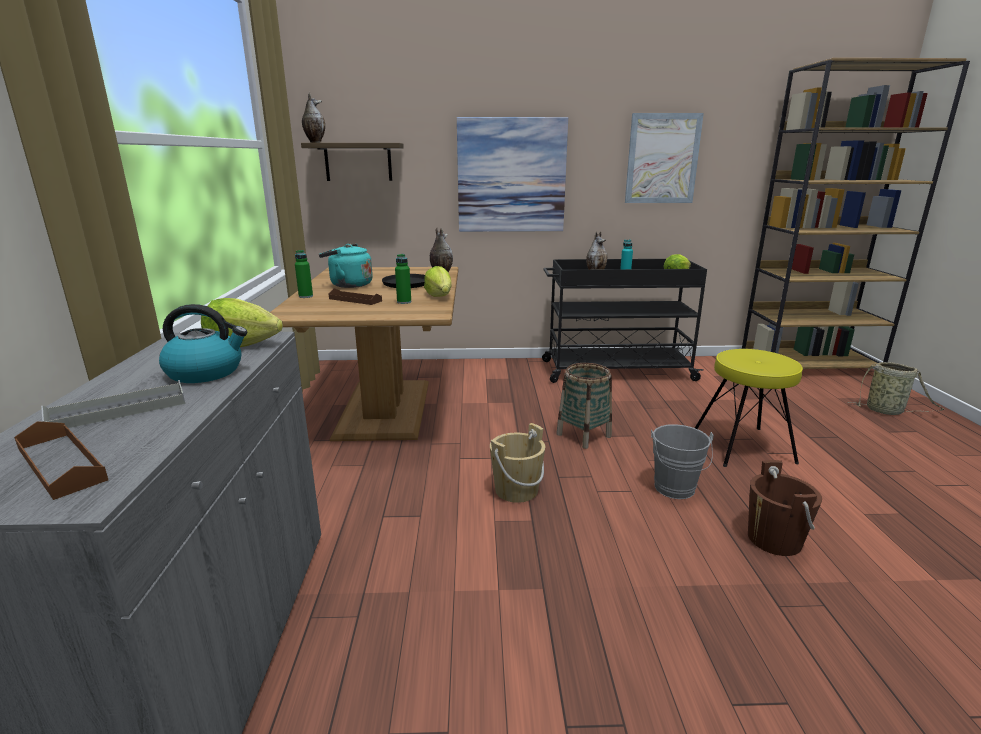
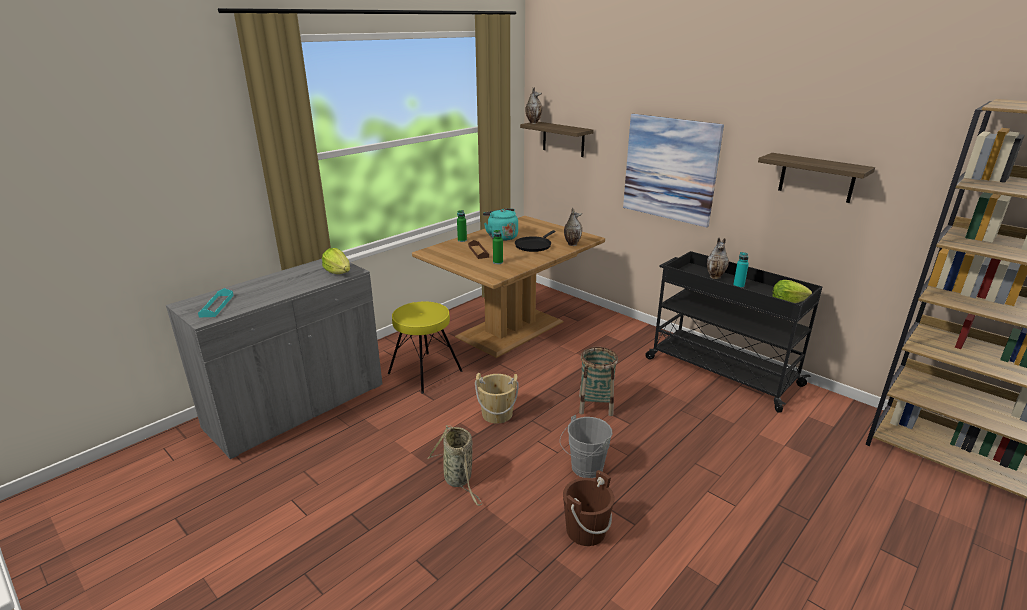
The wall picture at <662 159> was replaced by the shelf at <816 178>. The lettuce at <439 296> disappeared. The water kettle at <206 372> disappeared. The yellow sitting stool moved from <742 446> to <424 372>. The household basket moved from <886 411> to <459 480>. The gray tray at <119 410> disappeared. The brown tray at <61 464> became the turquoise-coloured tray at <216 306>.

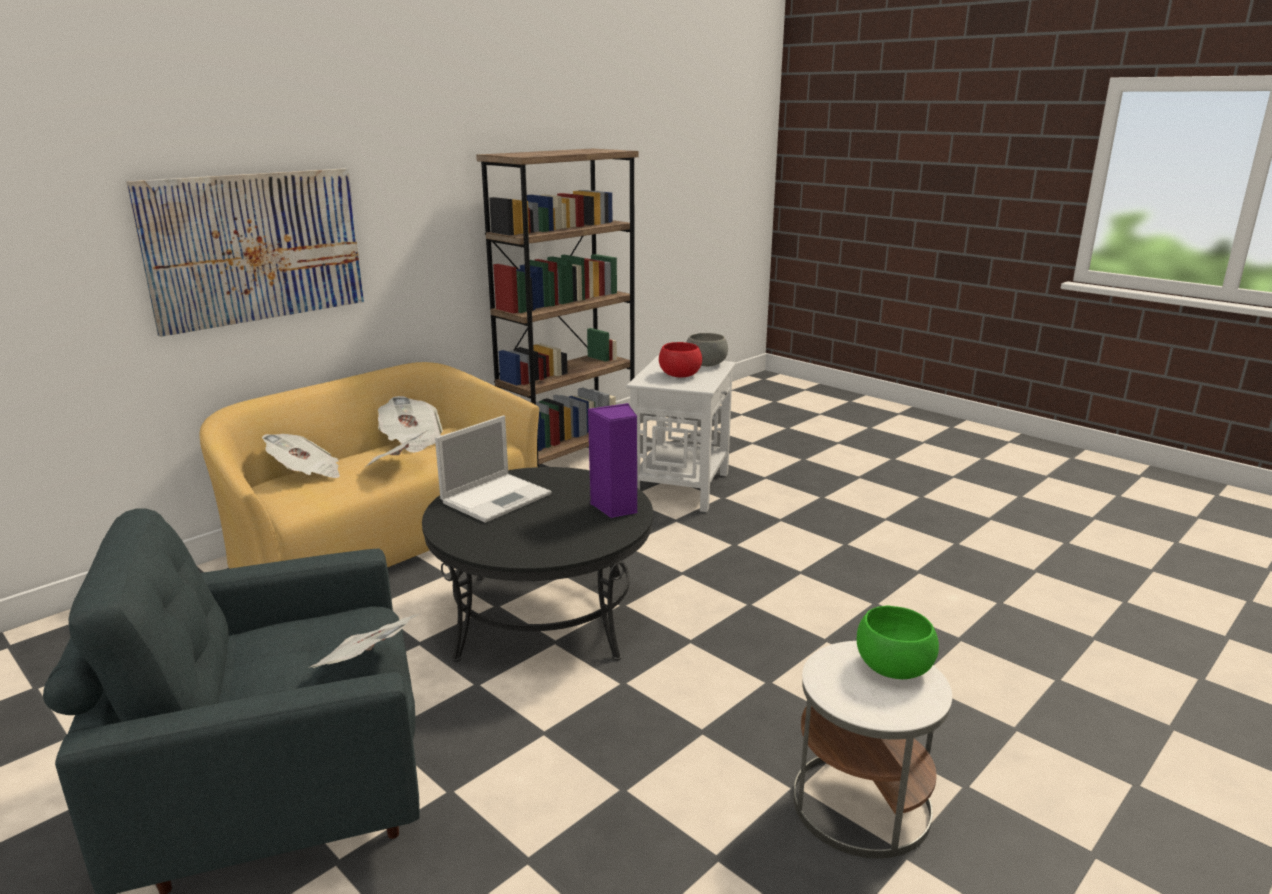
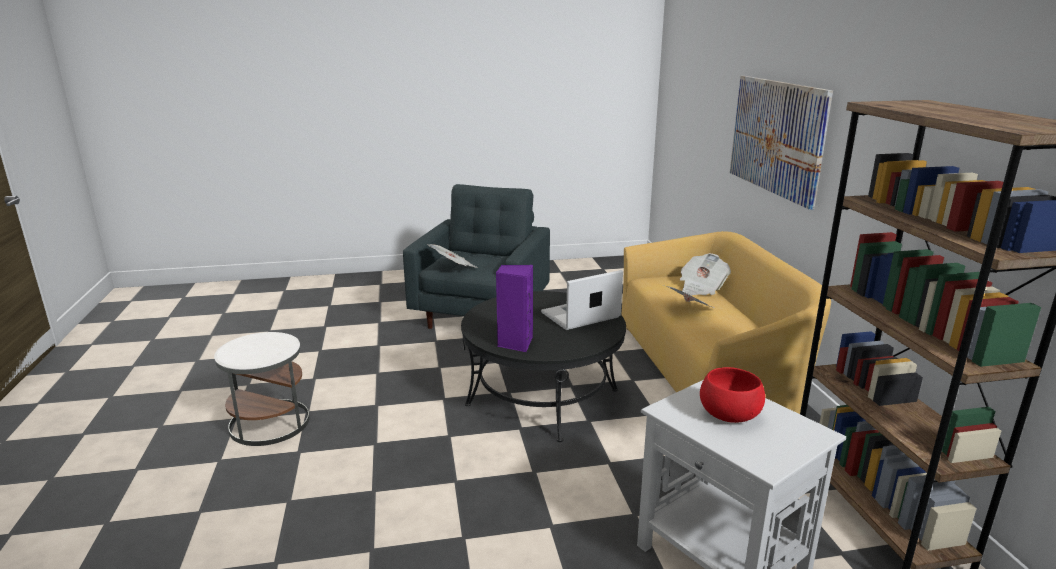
The gray deep dish at <706 364> disappeared. The newspaper at <412 441> disappeared. The laptop at <497 497> turned 75 degrees clockwise. The greenish deep dish at <894 667> disappeared.

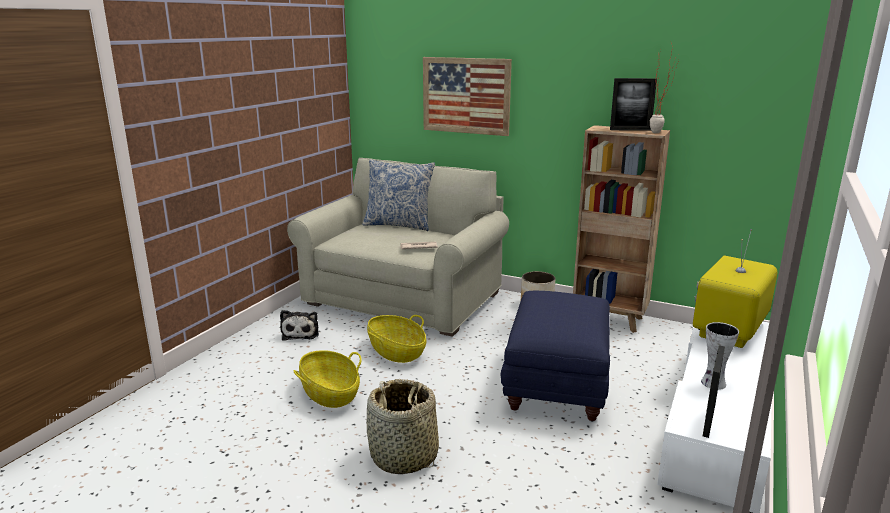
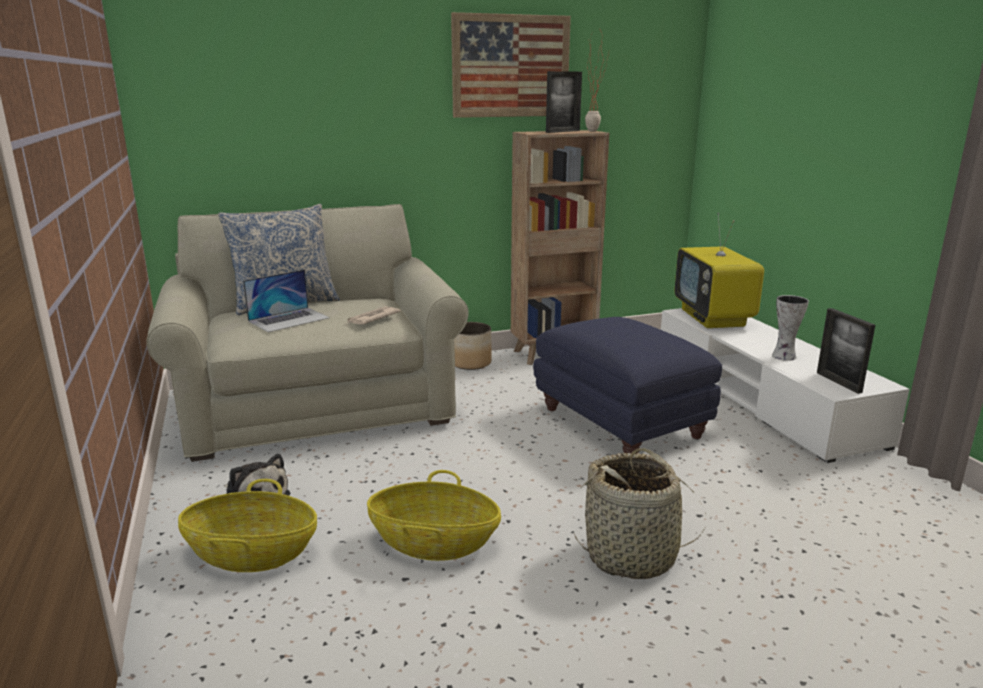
The wall picture moved from <466 95> to <511 66>. The household basket moved from <396 352> to <252 554>. The laptop at <289 319> appeared.

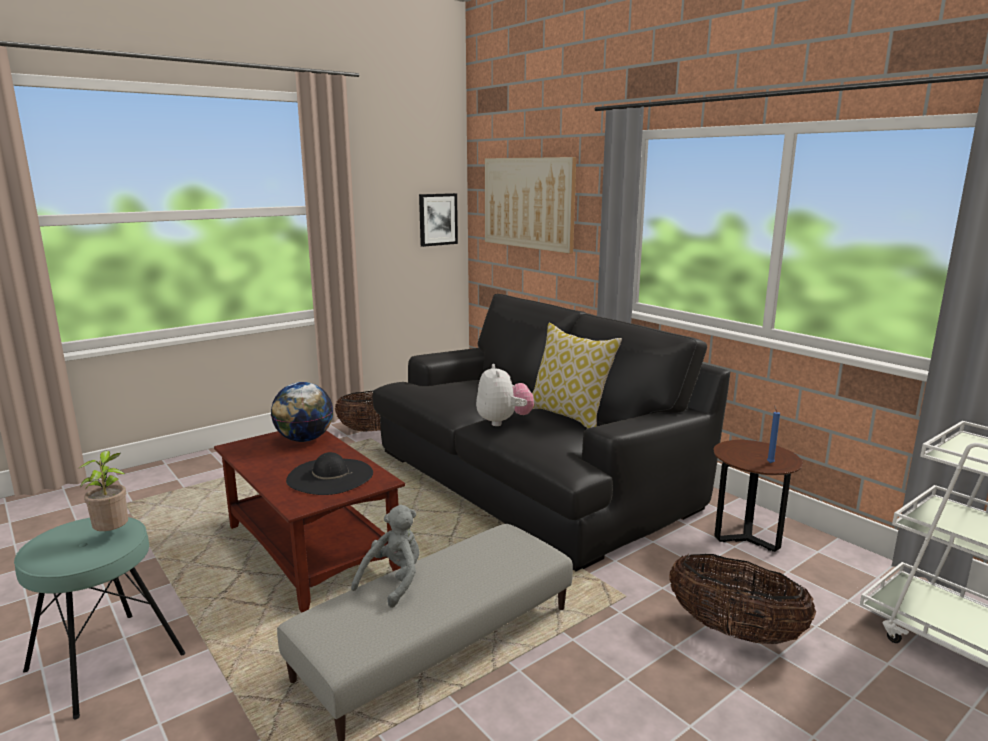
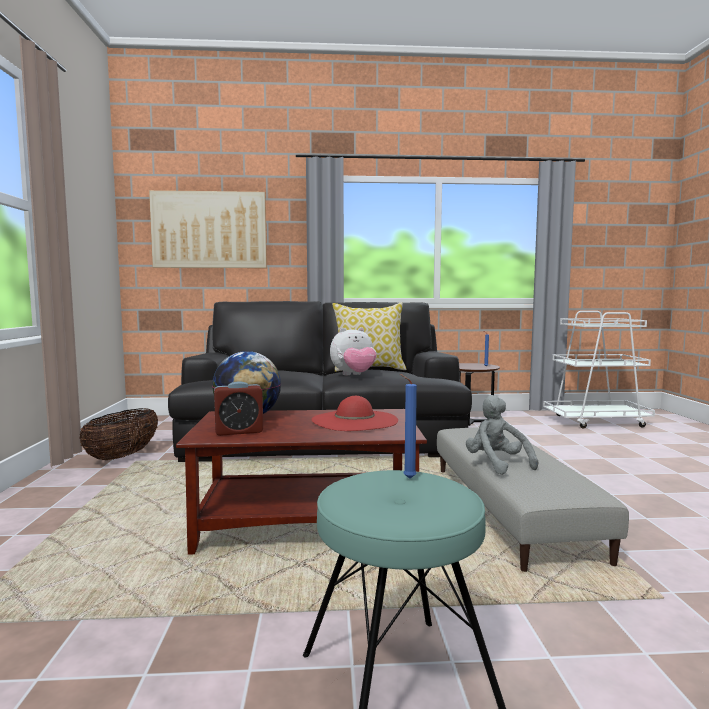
The wall picture at <437 219> disappeared. The soft toy at <503 422> turned 135 degrees clockwise. The houseplant at <114 534> was replaced by the blue wax light at <407 478>. The blackish hat at <330 476> became the reddish hat at <354 420>. The household basket at <734 631> disappeared. The bedside clock at <239 431> appeared.

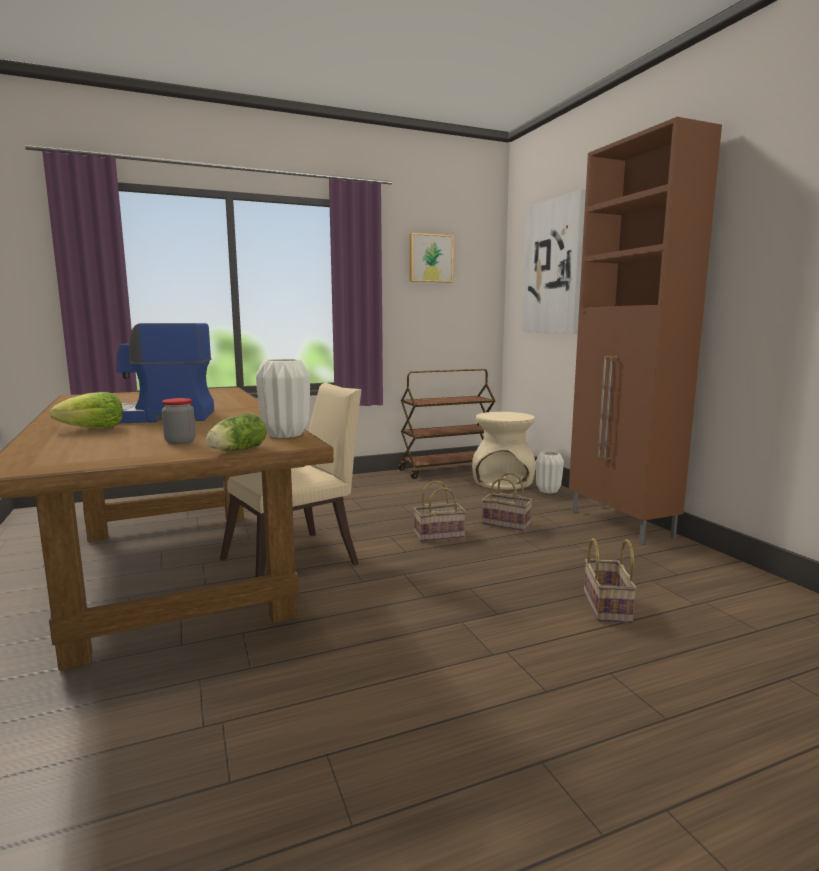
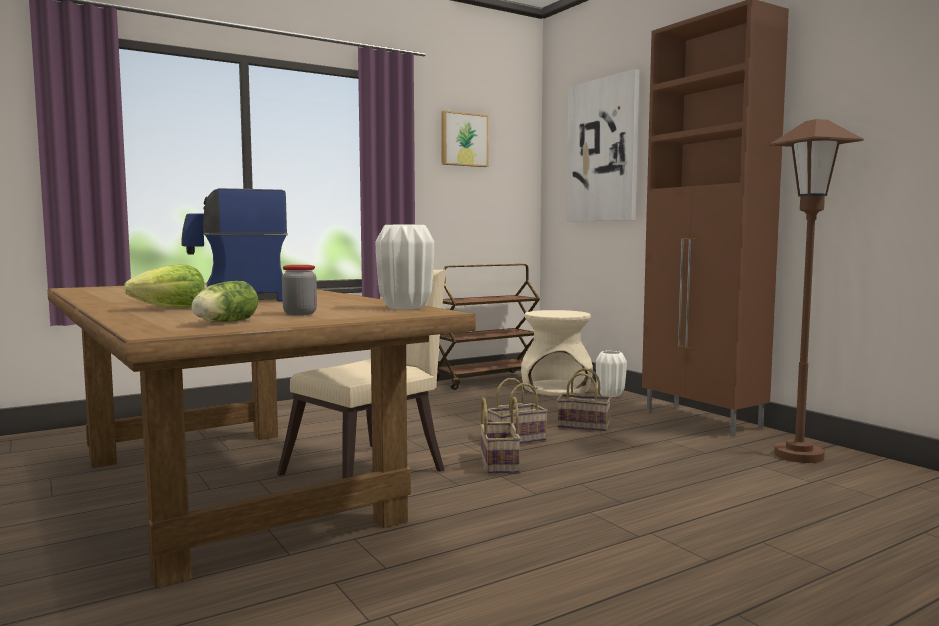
The lettuce moved from <235 450> to <223 322>. The household basket moved from <605 606> to <497 463>. The brown floor lamp at <799 455> appeared.

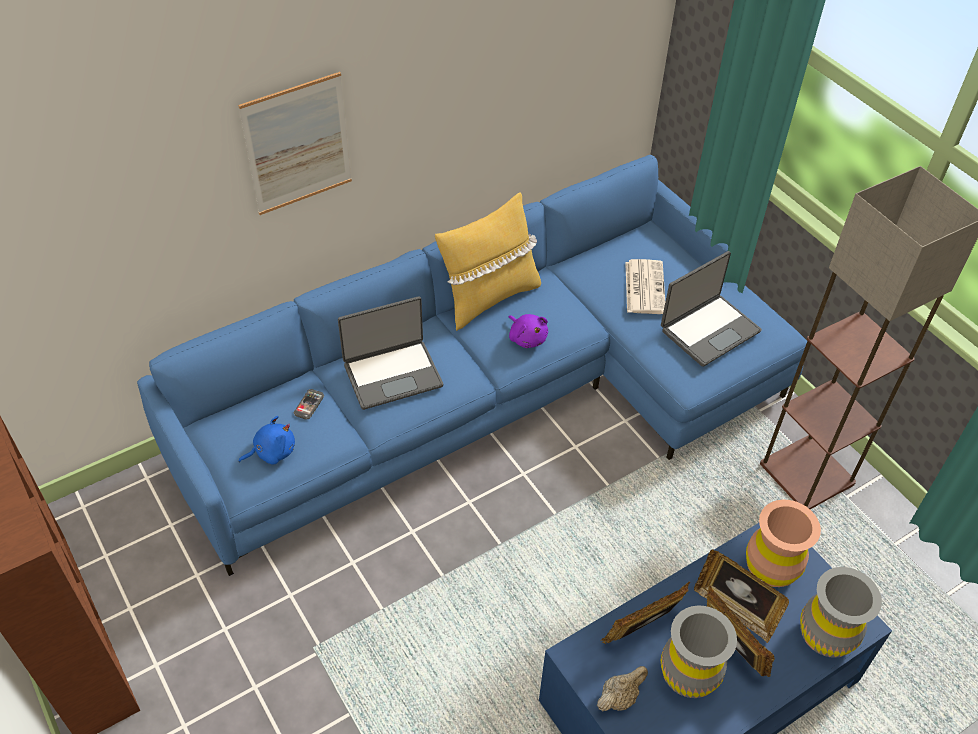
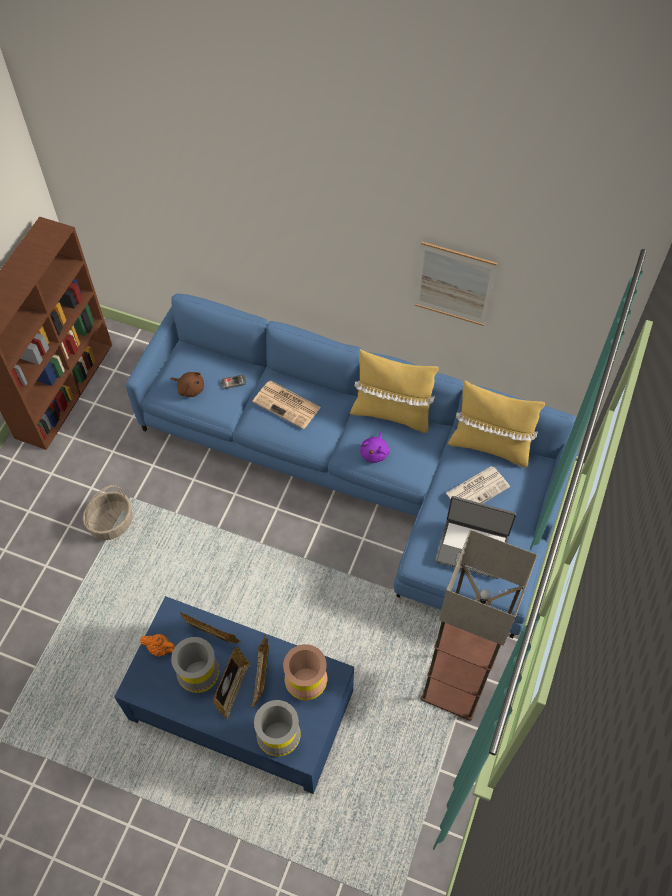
The wall picture moved from <298 144> to <454 284>. The laptop at <392 374> was replaced by the newspaper at <287 405>. The blue soft toy at <272 451> became the brown soft toy at <190 388>. The sand-coloured pot for tea at <619 697> became the orangey pot for tea at <161 648>. The yellow throw pillow at <490 445> appeared. The household basket at <111 522> appeared.

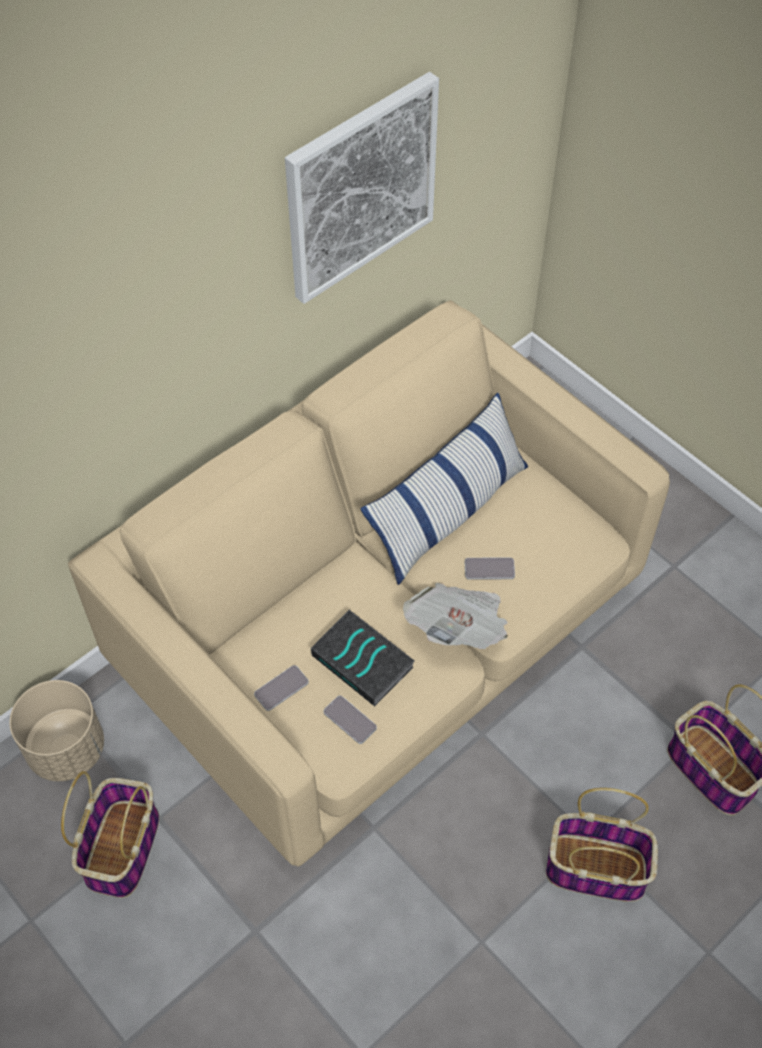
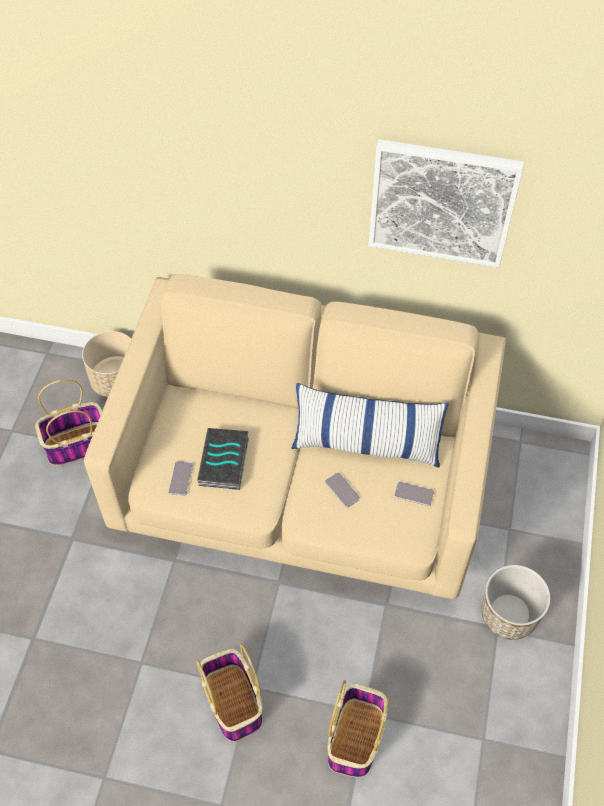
The newspaper at <458 628> disappeared. The telephone moved from <281 688> to <414 494>. The plant pot at <508 615> appeared.

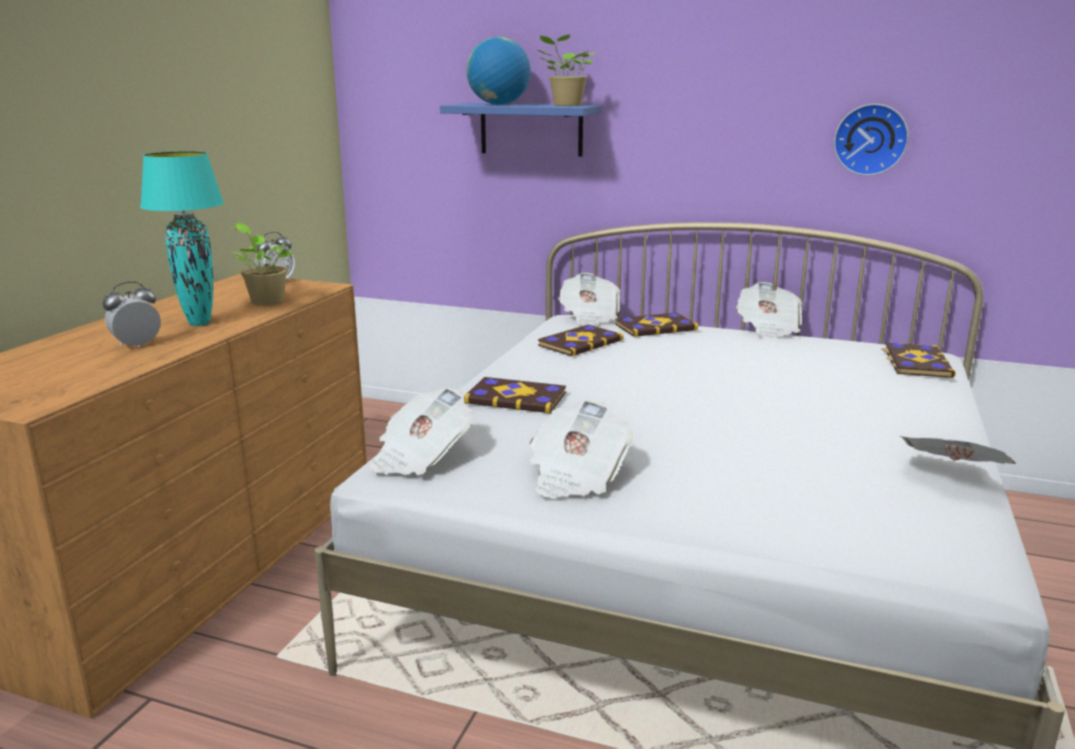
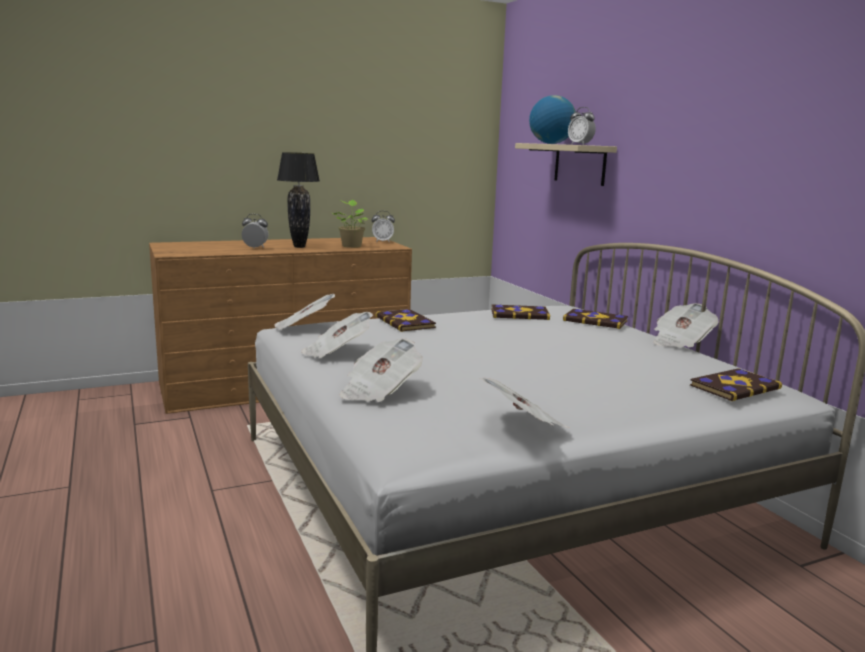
The houseplant at <565 105> was replaced by the bedside clock at <580 144>. The blue shelf at <531 129> became the sand-coloured shelf at <580 164>. The wall clock at <870 139> disappeared. The turquoise-coloured lamp for a table at <200 323> became the blackish lamp for a table at <299 247>. The newspaper moved from <589 317> to <379 391>.

